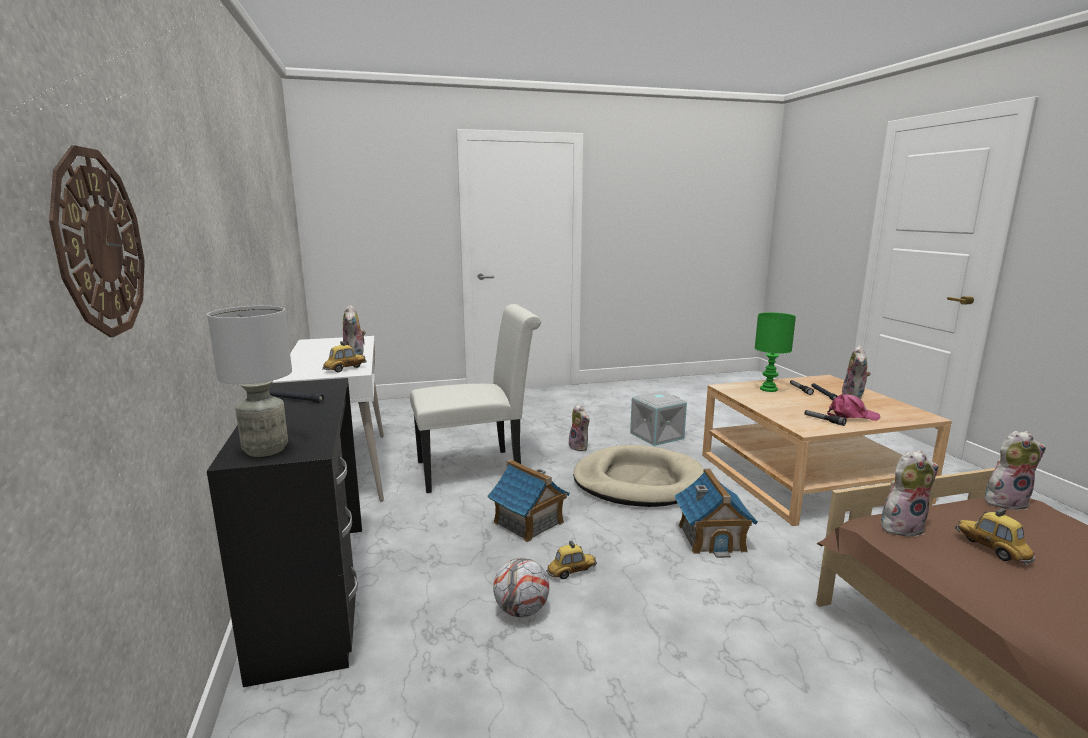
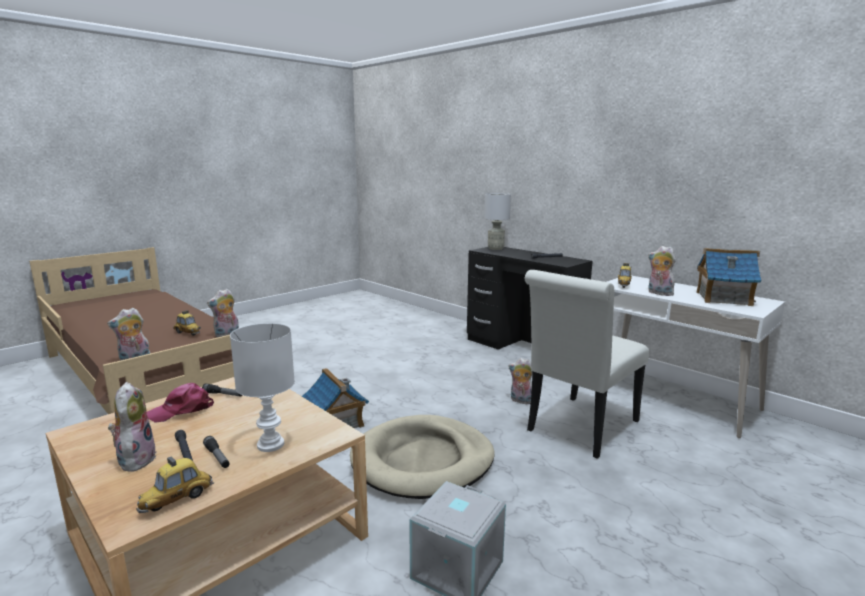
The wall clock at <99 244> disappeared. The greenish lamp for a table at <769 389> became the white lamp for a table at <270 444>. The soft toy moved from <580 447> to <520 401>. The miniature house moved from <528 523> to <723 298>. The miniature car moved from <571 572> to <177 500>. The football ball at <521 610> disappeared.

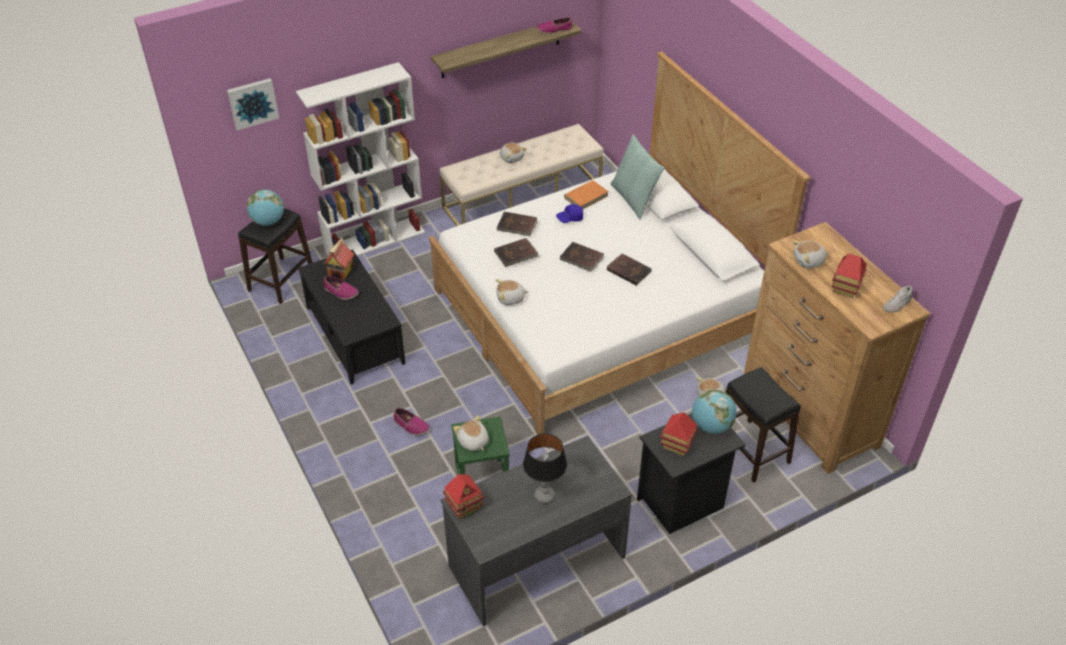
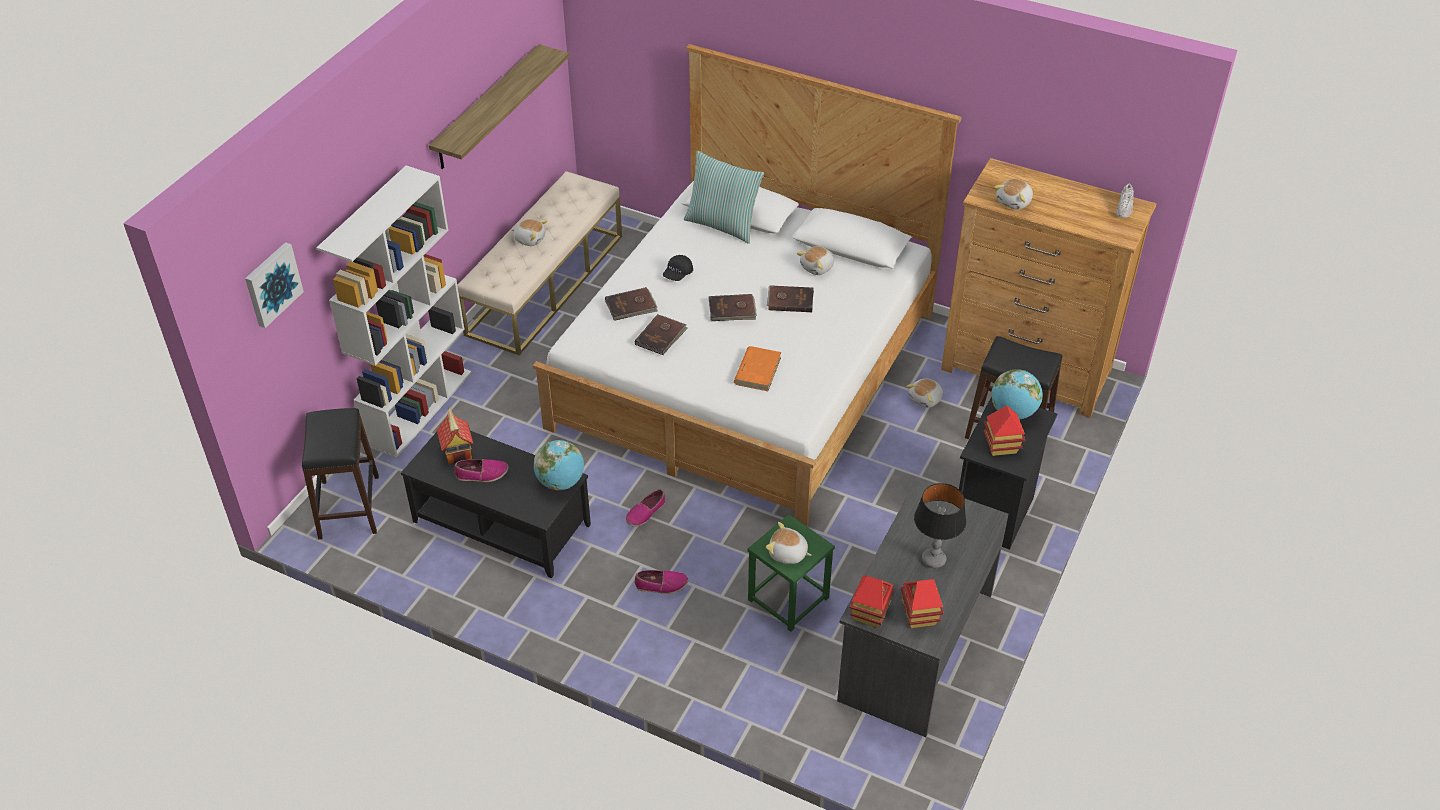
The item of footwear moved from <554 30> to <645 512>. The orangey bound book moved from <586 197> to <757 370>. The desk globe moved from <268 222> to <561 482>. The blue cap at <570 218> became the blackish cap at <677 274>. The miniature house moved from <845 288> to <919 615>. The soft toy moved from <510 298> to <817 267>.

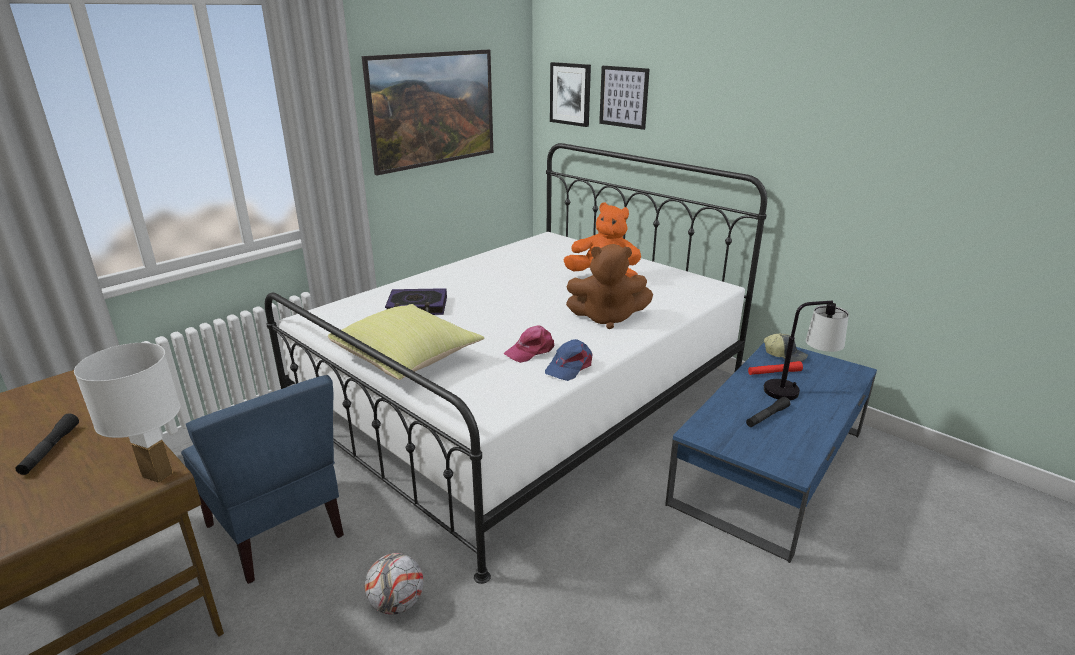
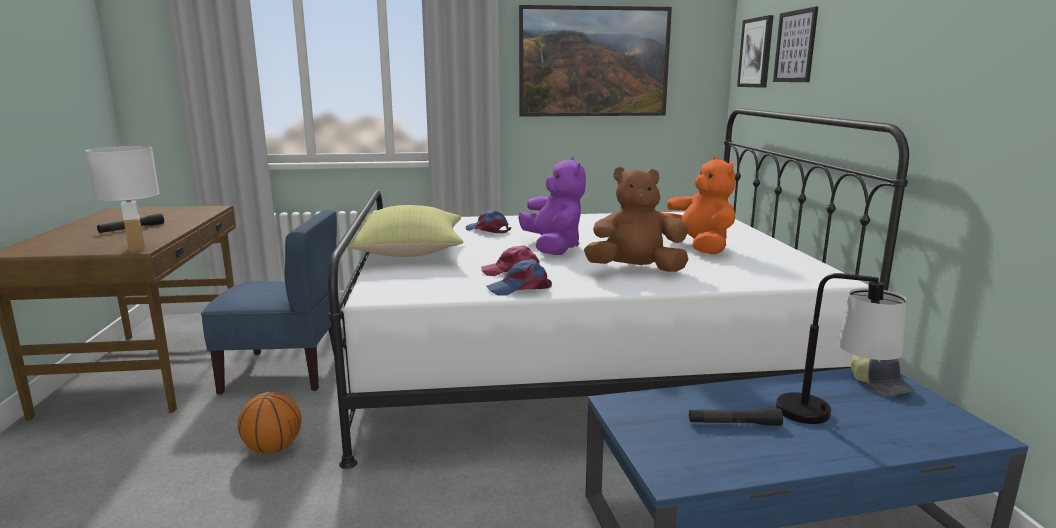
The brown soft toy at <607 318> turned 135 degrees clockwise. The bound book at <417 307> was replaced by the blue cap at <488 230>. The reddish hand torch at <774 373> disappeared. The blue upright chair at <278 530> turned 90 degrees counterclockwise. The football ball at <396 603> was replaced by the basketball at <273 448>. The purplish soft toy at <553 248> appeared.

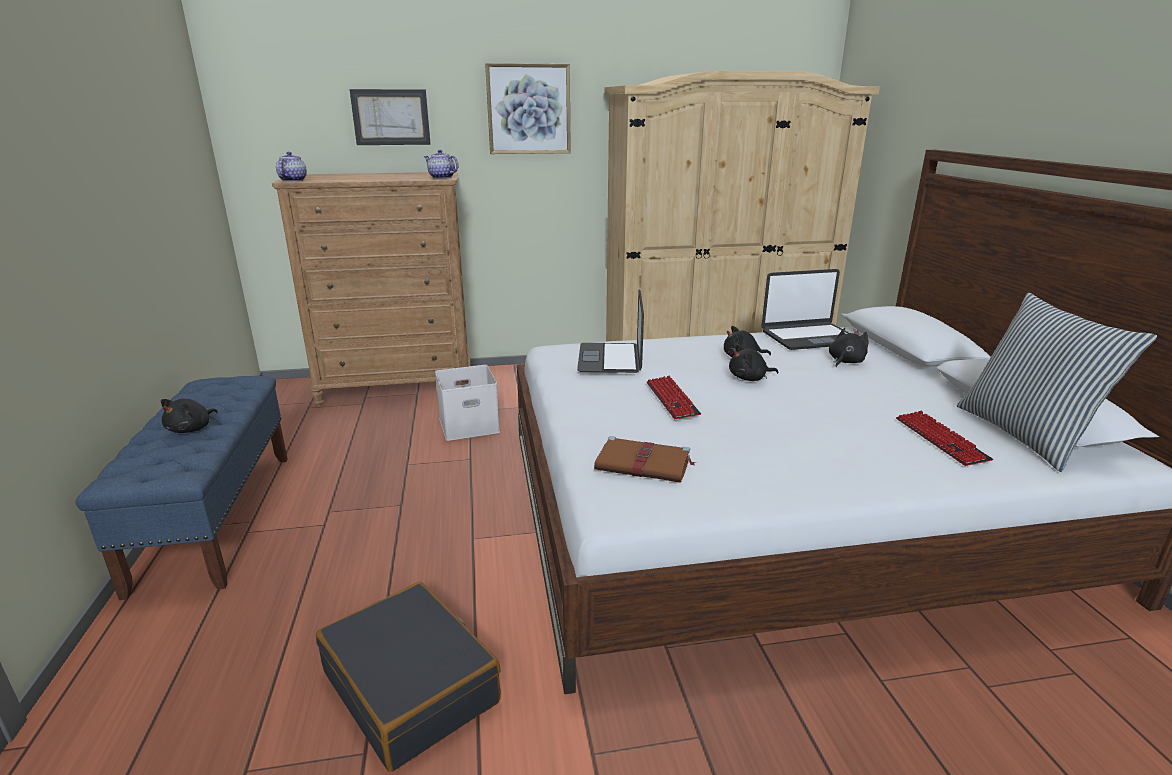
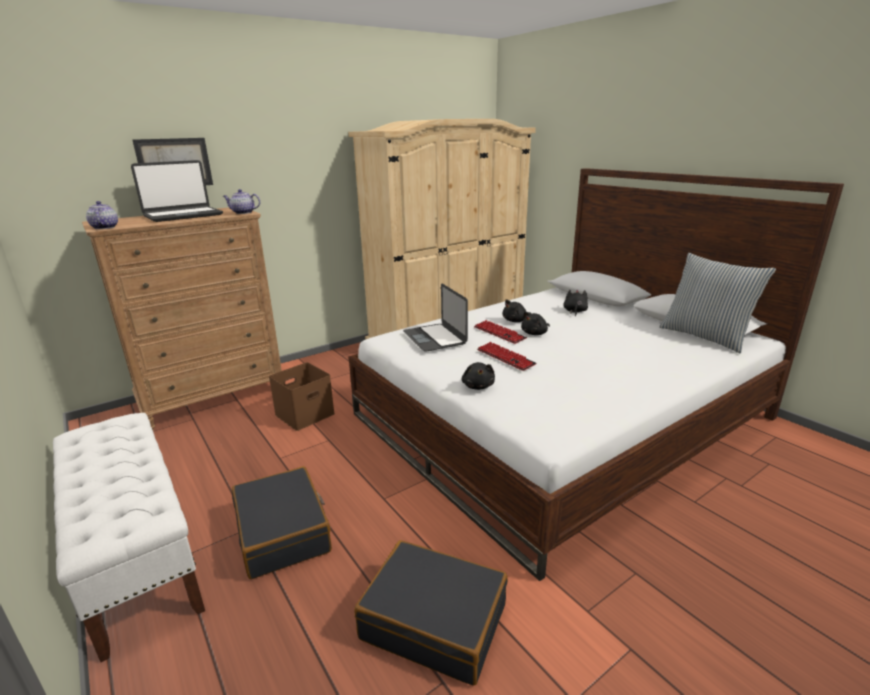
The wall picture at <528 109> disappeared. The laptop moved from <809 337> to <183 215>. The white storage container at <468 426> became the brown storage container at <304 415>. The blue long seat at <217 517> became the white long seat at <137 555>. The blackish soft toy moved from <192 429> to <478 386>. The keyboard moved from <940 439> to <499 333>. The brown bound book at <644 464> disappeared. The blackish piece of luggage at <283 532> appeared.

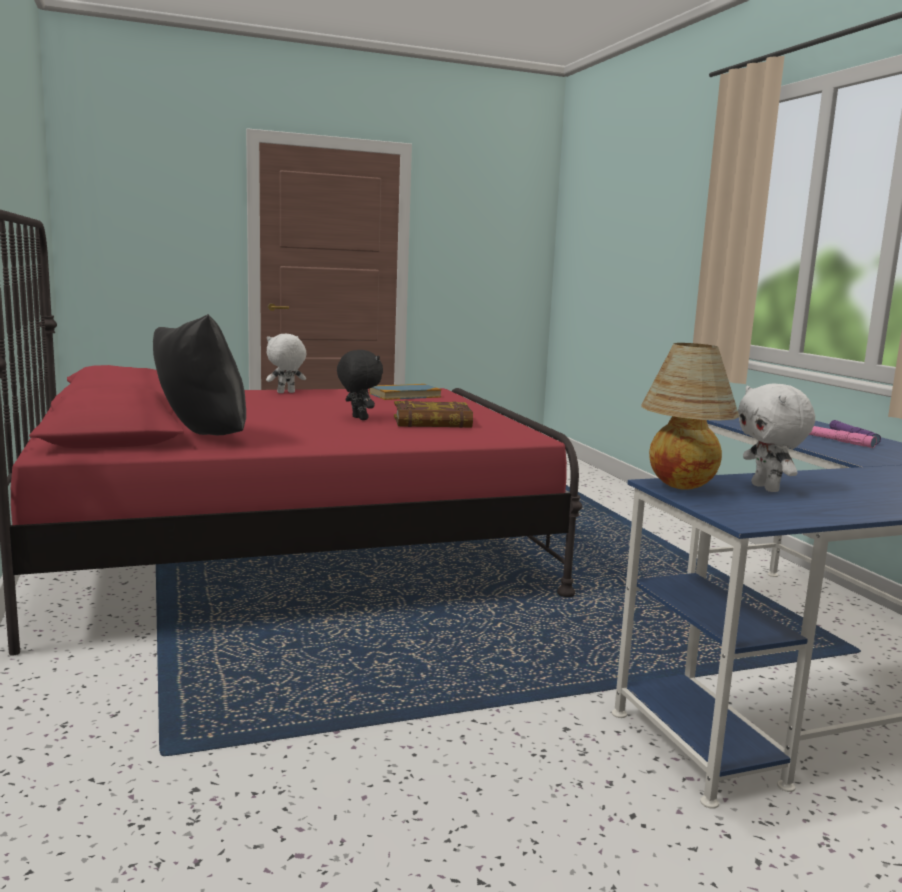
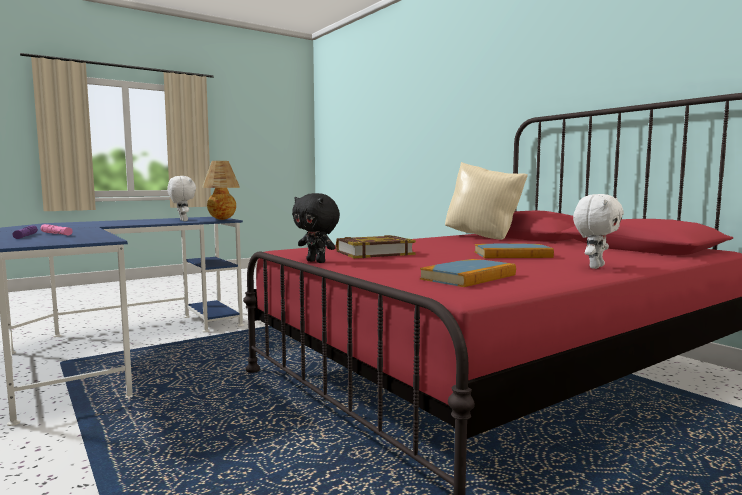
The blackish throw pillow at <199 438> became the sand-coloured throw pillow at <483 237>. The blackish soft toy moved from <358 418> to <317 261>. The bound book at <512 255> appeared.

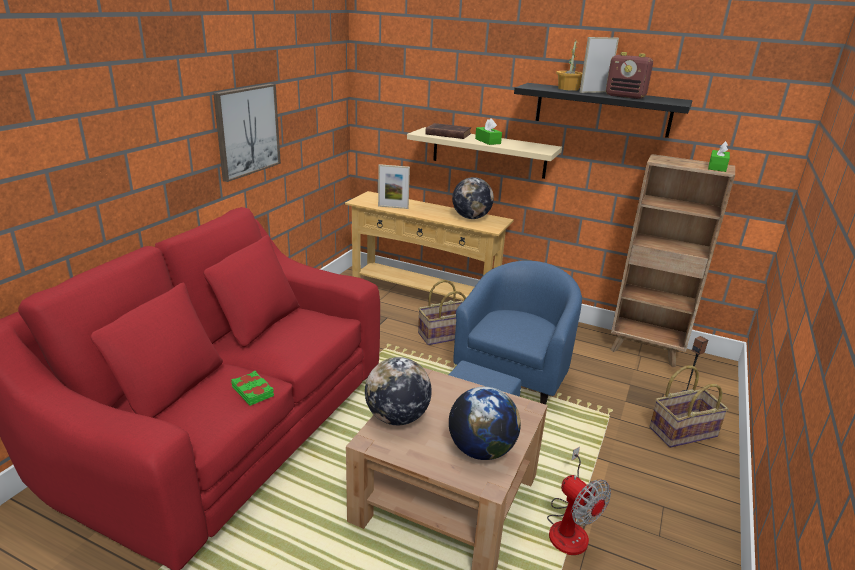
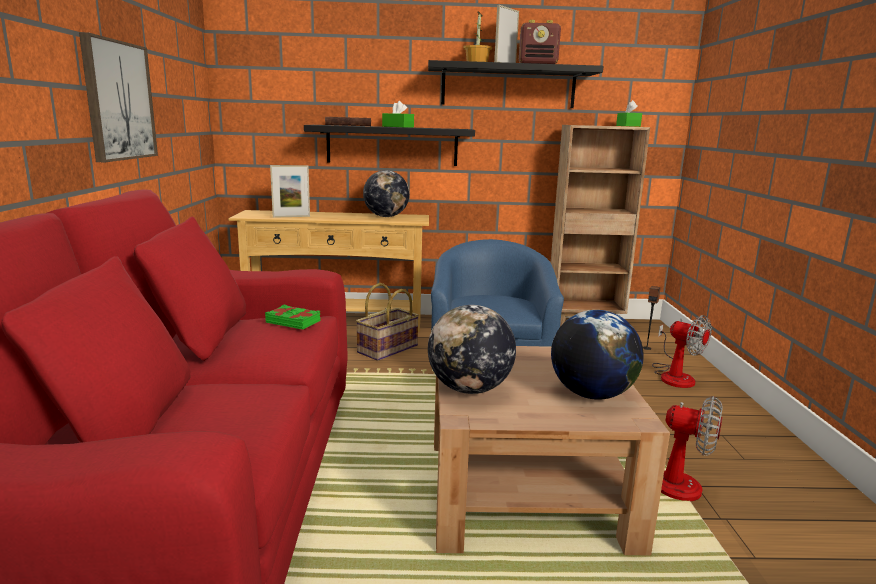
The sand-coloured shelf at <488 152> became the blackish shelf at <392 145>. The household basket at <682 431> was replaced by the fan at <674 375>. The greenish bound book moved from <253 391> to <293 321>.

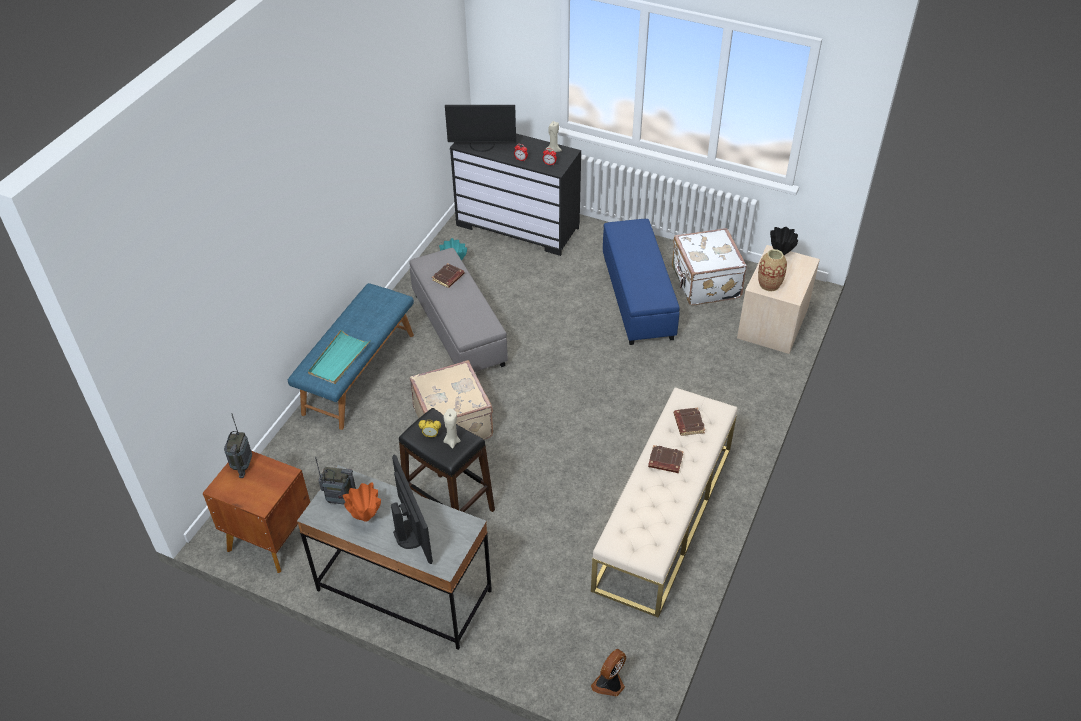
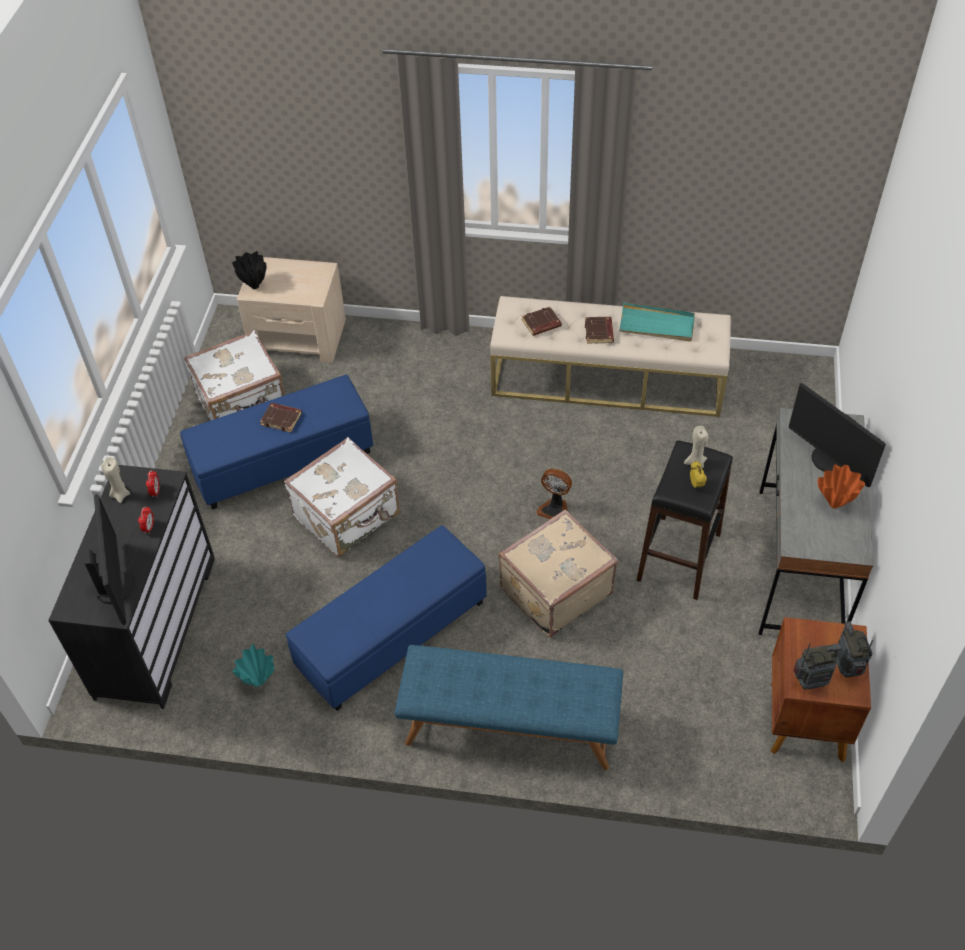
The gray footrest at <458 330> became the blue footrest at <393 635>. The flower vase at <769 284> disappeared. The brown bound book moved from <448 278> to <282 419>. The turquoise-coloured tray moved from <339 359> to <656 325>. The computer display at <412 533> turned 90 degrees counterclockwise. The radio receiver moved from <340 499> to <847 668>. The fan moved from <610 684> to <555 509>. The white piece of luggage at <348 516> appeared.

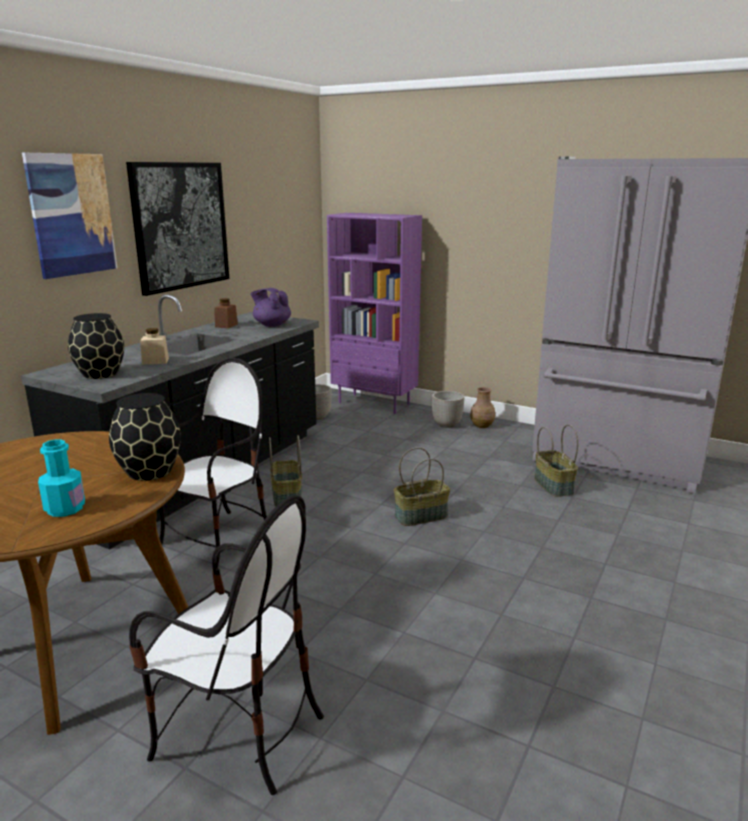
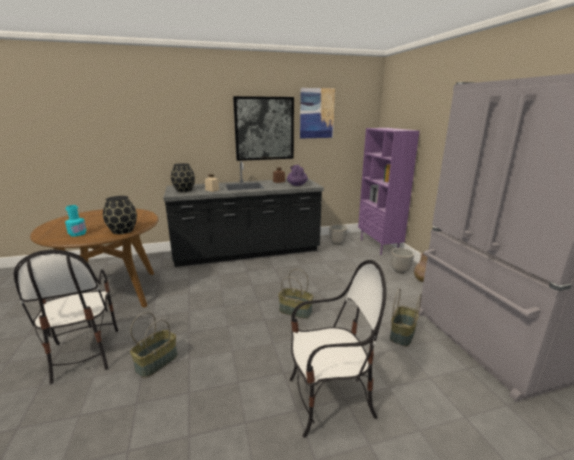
The wall picture moved from <71 215> to <316 113>. The upright chair moved from <218 540> to <329 401>. The household basket moved from <286 497> to <157 362>.

